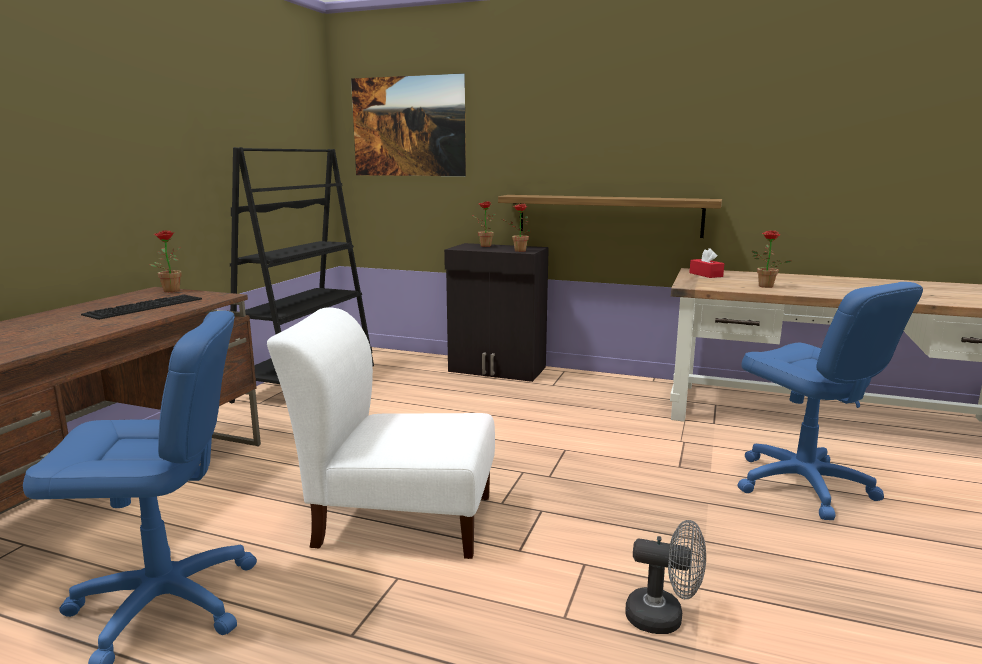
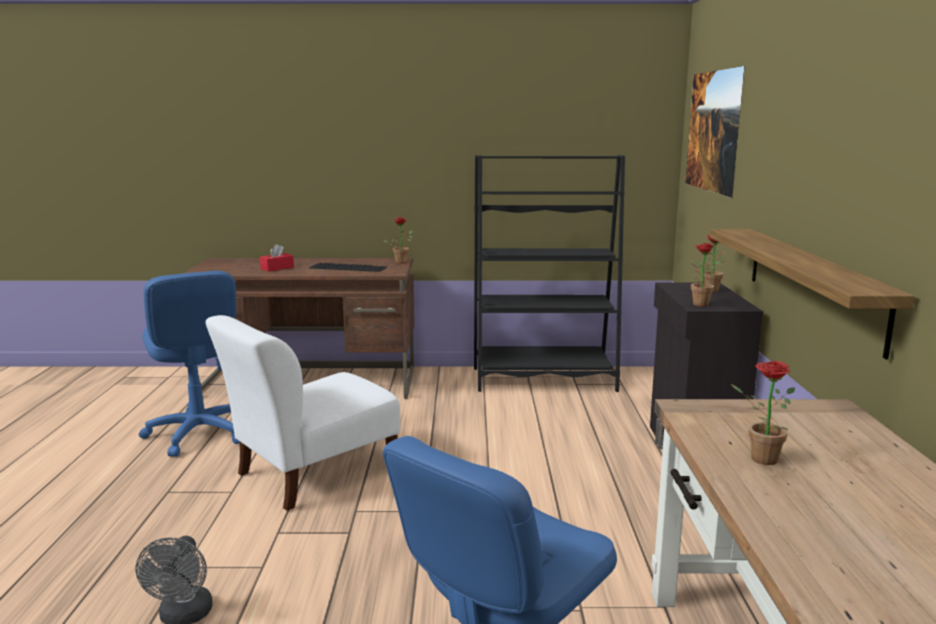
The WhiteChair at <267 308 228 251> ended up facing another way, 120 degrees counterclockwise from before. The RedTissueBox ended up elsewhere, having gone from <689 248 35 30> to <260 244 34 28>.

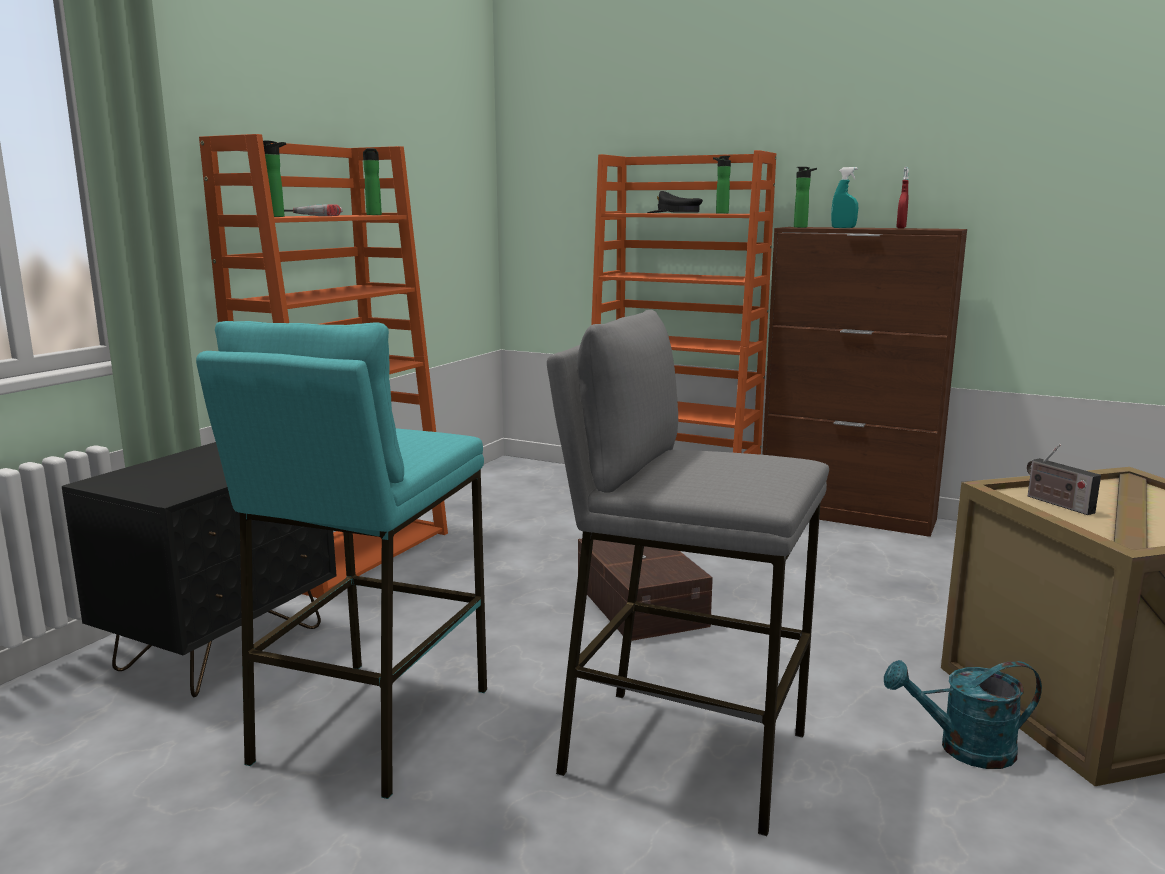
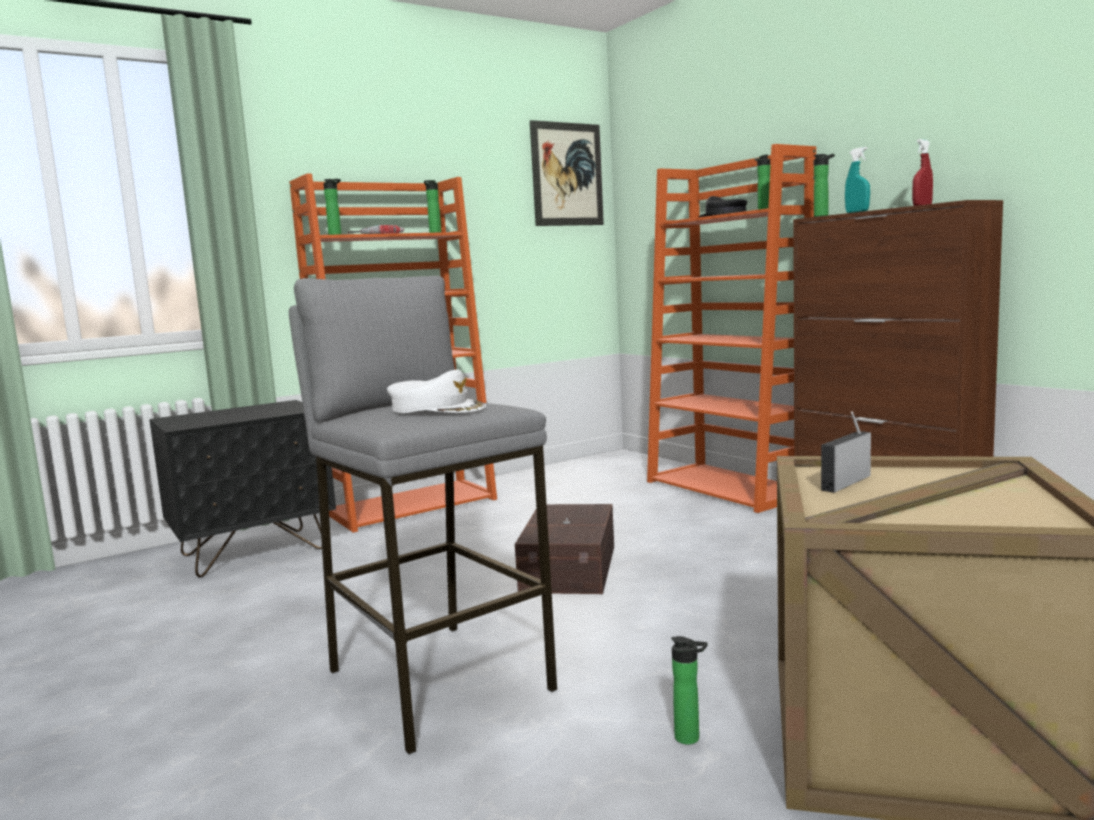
The second view lost the TurquoiseStool at <196 321 291 478>. Where the TurquoiseWateringCan stood at <884 660 158 109>, the Bottle came to stand at <671 636 37 109>. The Radio at <1027 444 74 71> ended up facing another way, 45 degrees clockwise from before. The second view gained the WhiteCap at <387 370 99 43>. The second view gained the Picture at <530 120 74 106>.

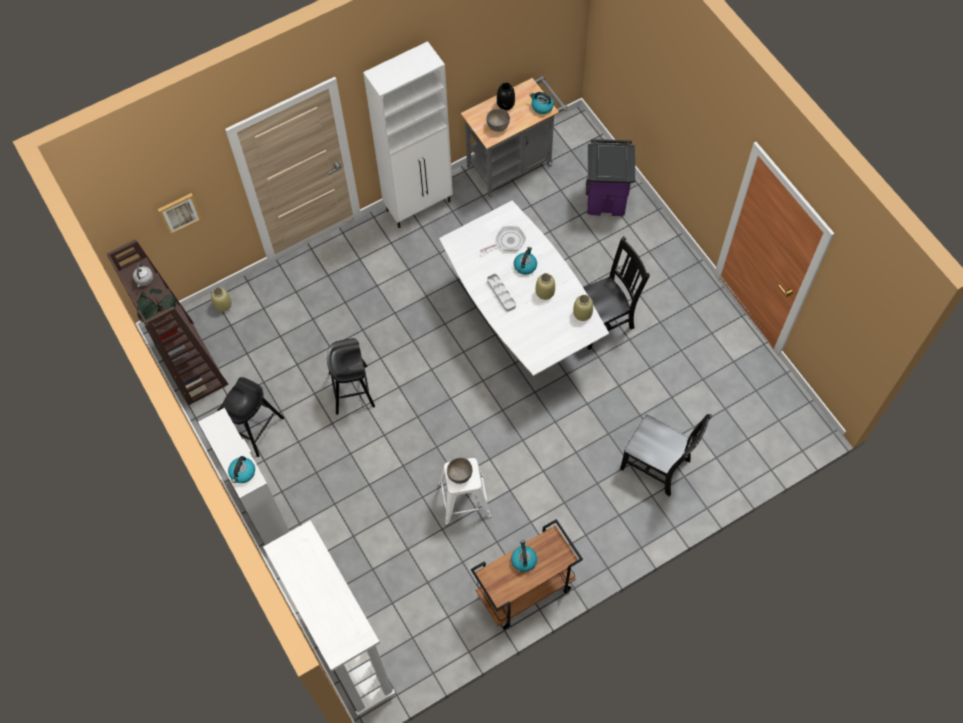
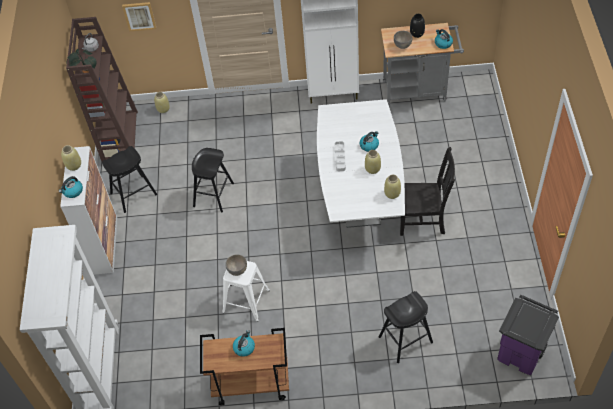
The second view lost the FryingPan at <480 226 46 27>. The PurpleTrashCan ended up elsewhere, having gone from <586 139 49 77> to <497 294 62 81>. Where the BlackChair stood at <620 414 92 82>, the BlackStool came to stand at <379 291 54 72>. The second view gained the BeigeVase at <61 145 20 26>.

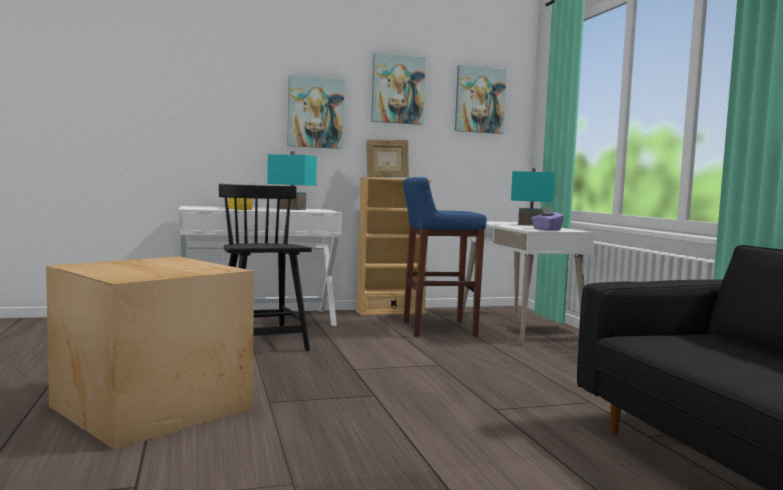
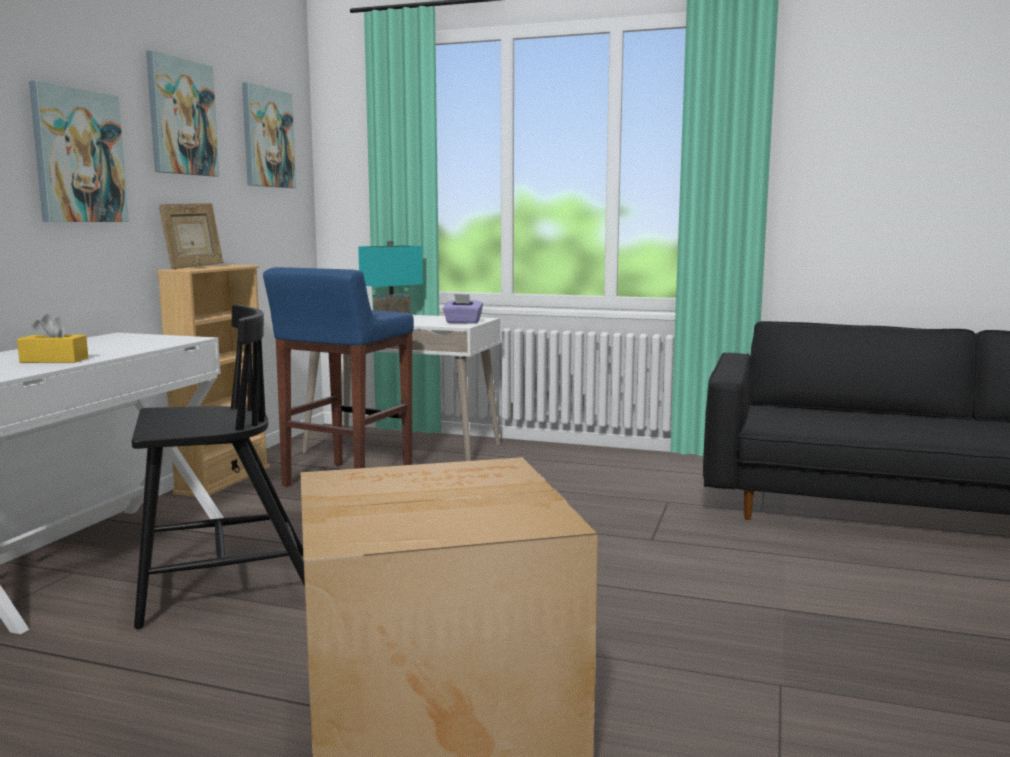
The BlackChair at <219 184 93 167> ended up facing another way, 150 degrees clockwise from before. The second view lost the TurquoiseTableLamp at <267 151 50 59>.

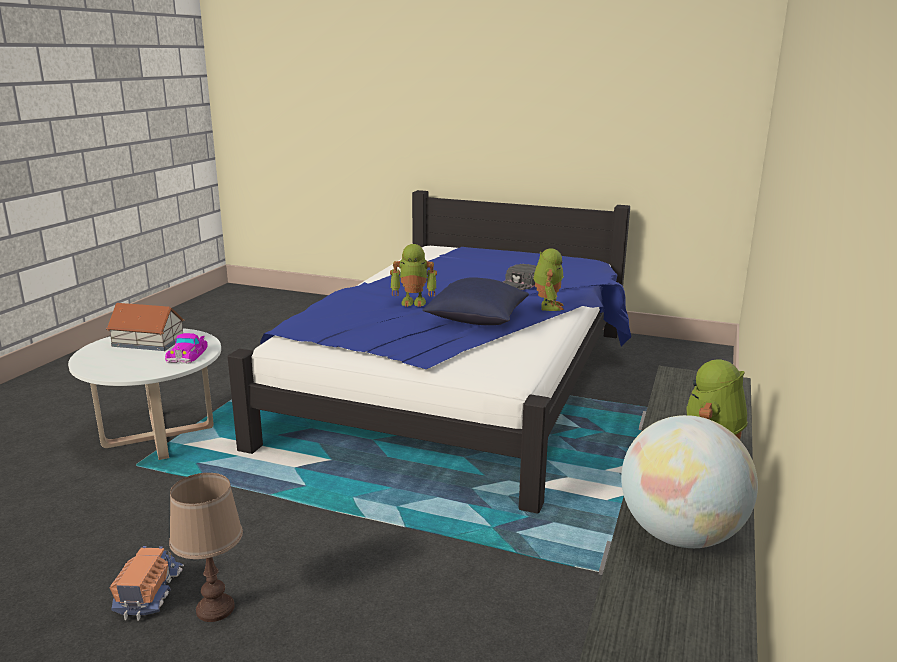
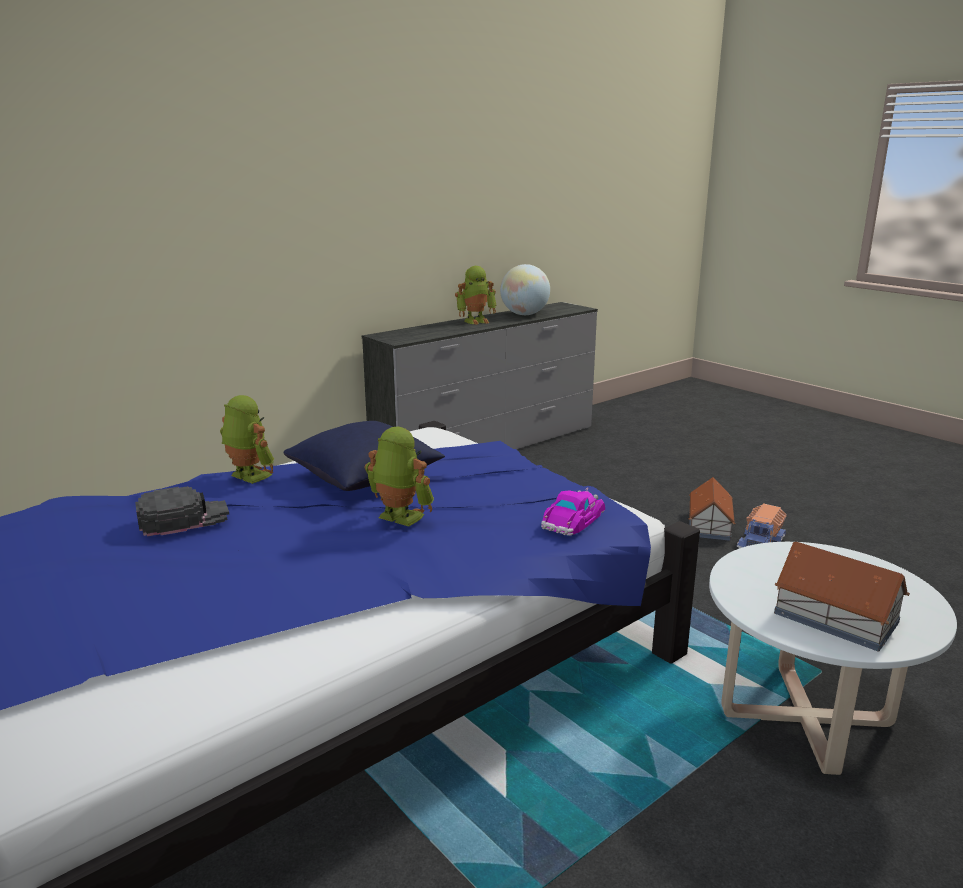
The ToyCar ended up elsewhere, having gone from <165 333 43 30> to <541 487 64 49>. Where the BrownTableLamp stood at <169 473 74 149>, the ToyHouse came to stand at <688 477 47 64>. The ToyRobot at <533 248 31 63> ended up facing another way, 90 degrees clockwise from before.

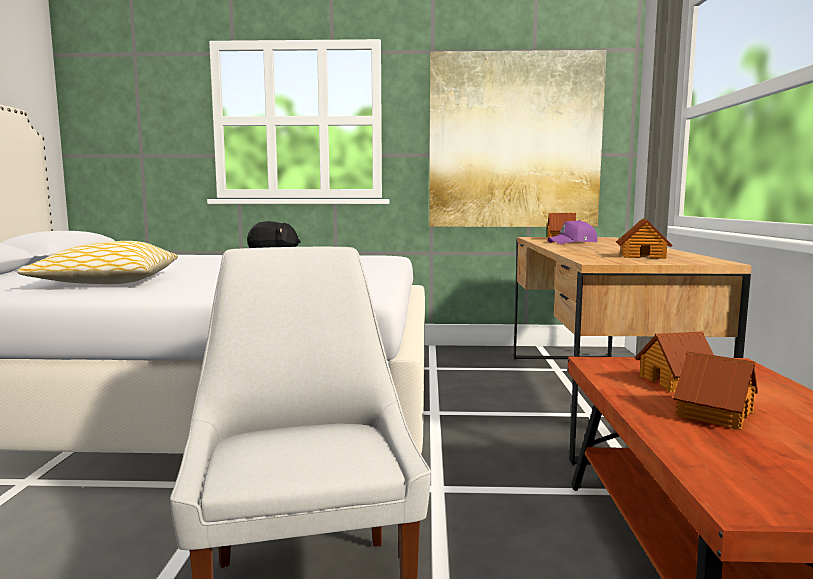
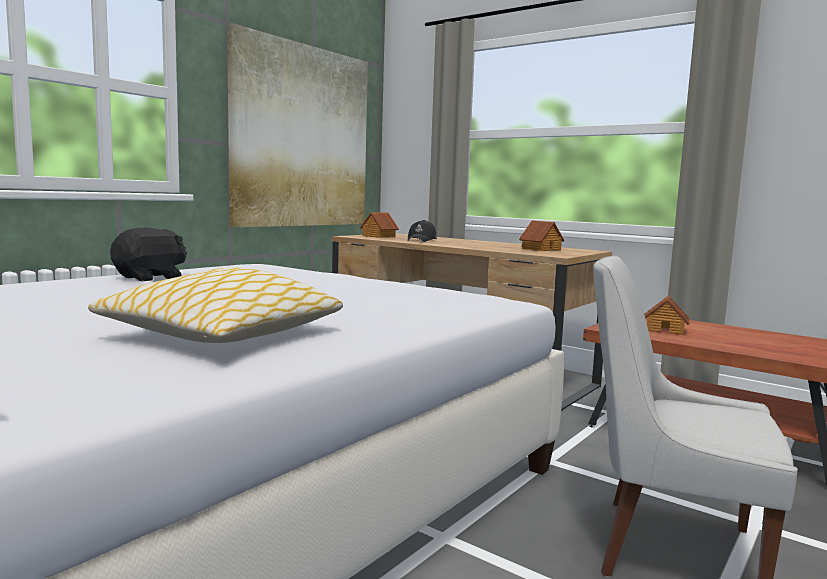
What was the PurpleCap at <548 220 49 24> turned into the BlackCap at <408 220 29 22>. The second view lost the ToyHouse at <673 351 85 79>.

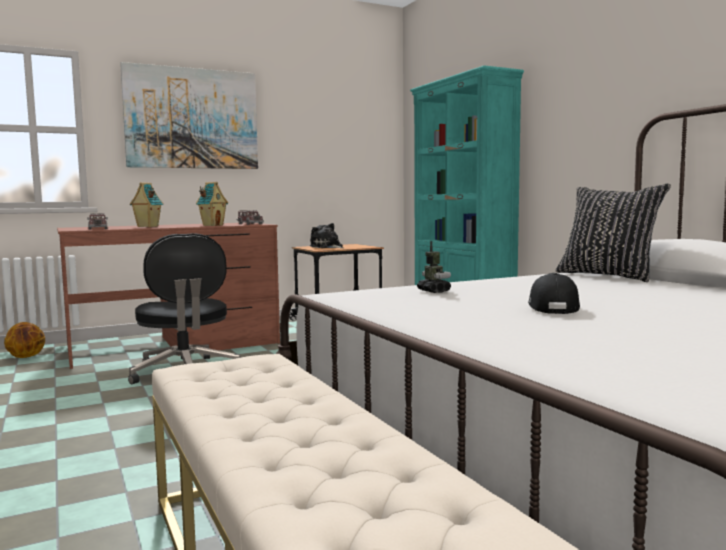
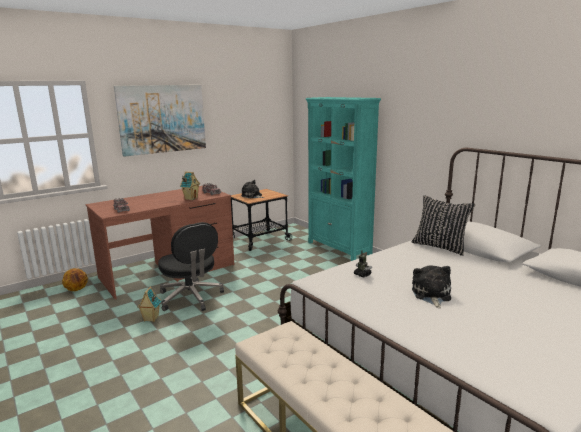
The ToyHouse ended up elsewhere, having gone from <130 182 33 45> to <137 286 24 36>. Where the BlackCap stood at <528 273 52 41>, the PlushToy came to stand at <412 265 39 43>.

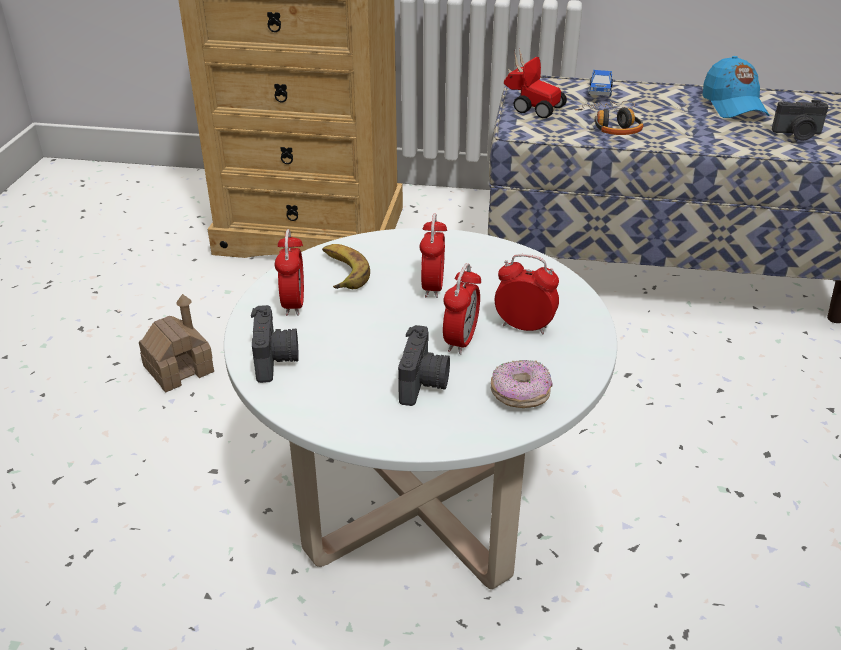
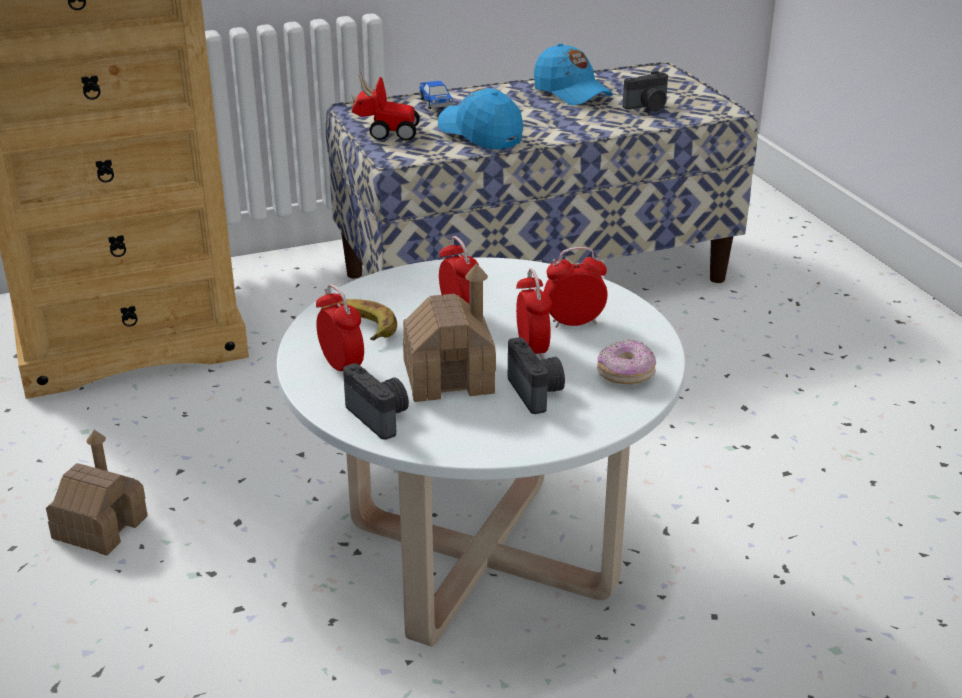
Where the Headphones stood at <575 101 68 34>, the BlueCap came to stand at <438 88 85 62>. The second view gained the ToyHouse at <403 263 93 139>.

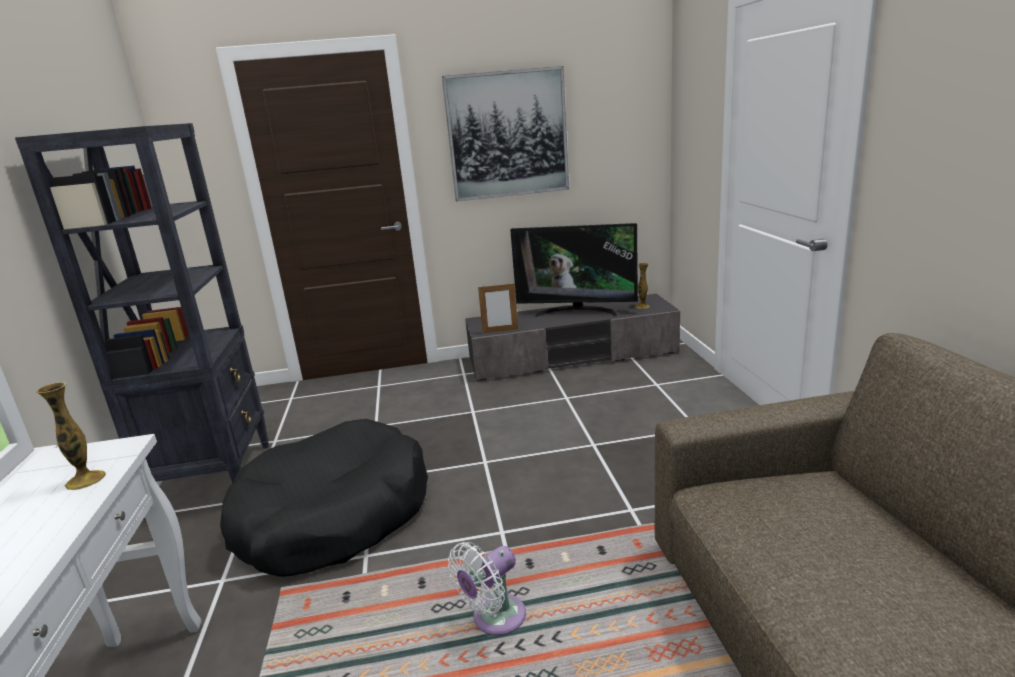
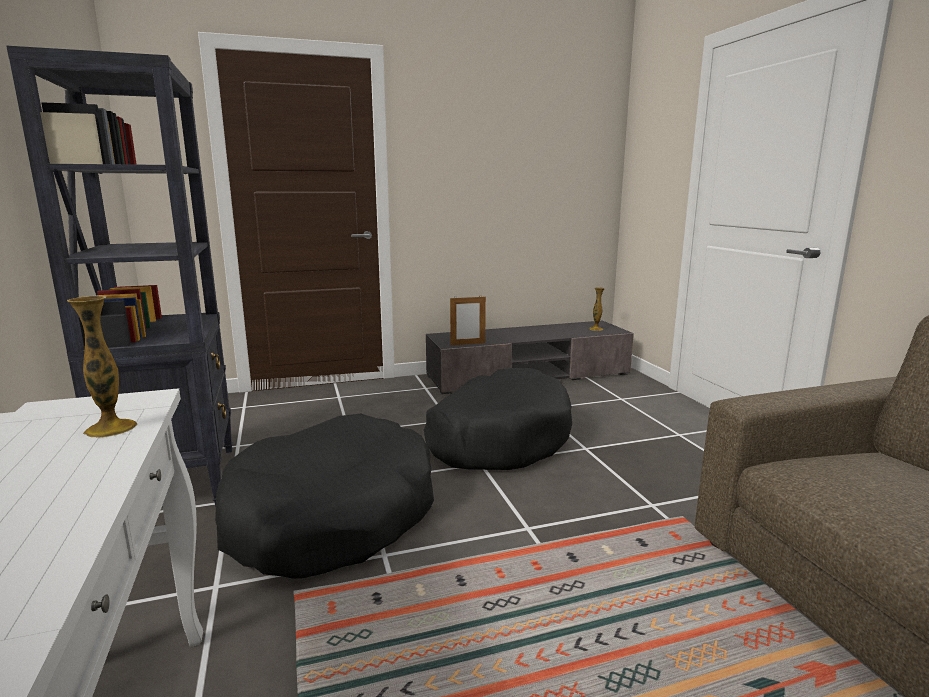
The second view lost the Picture at <442 66 127 136>. The second view lost the WhiteFan at <448 542 78 93>. The second view lost the Television at <510 223 128 94>. The second view gained the BlackDogBed at <424 368 148 102>.

